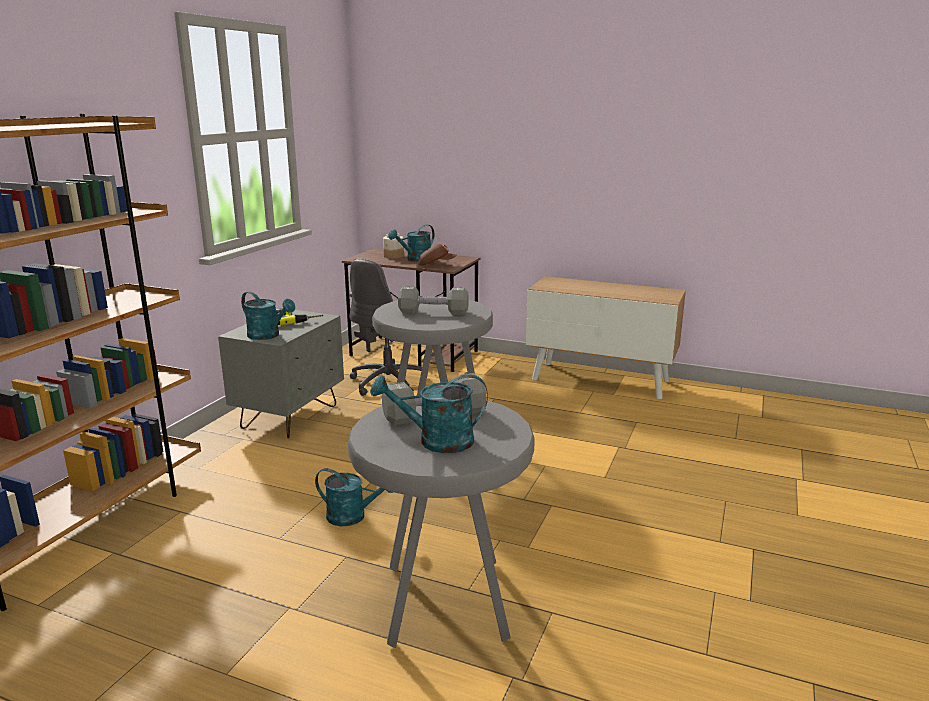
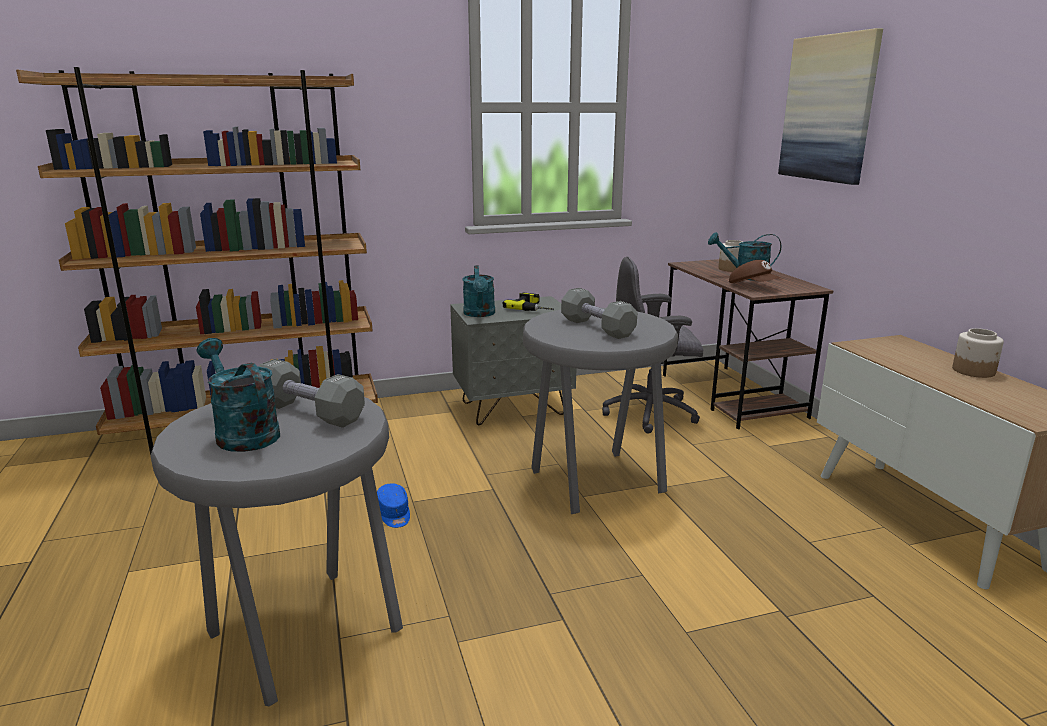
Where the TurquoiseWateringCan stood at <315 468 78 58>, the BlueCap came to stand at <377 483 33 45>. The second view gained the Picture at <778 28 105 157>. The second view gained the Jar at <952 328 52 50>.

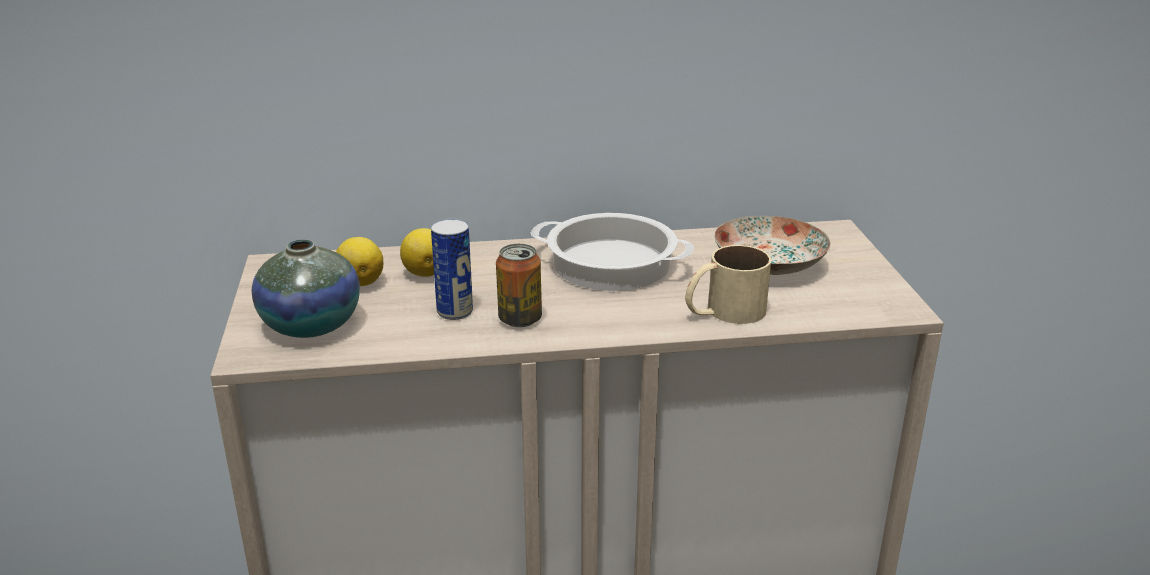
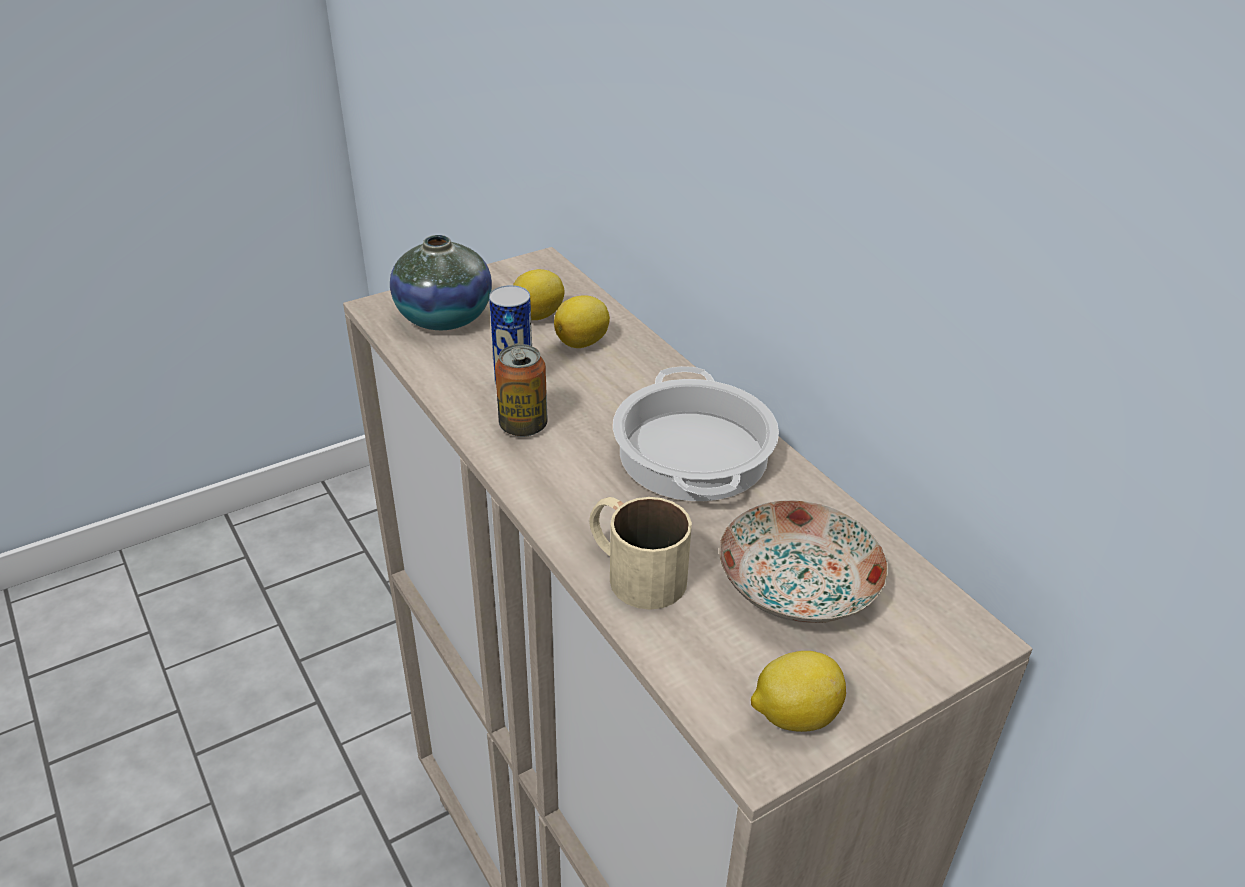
The second view gained the Lemon at <751 651 95 81>.

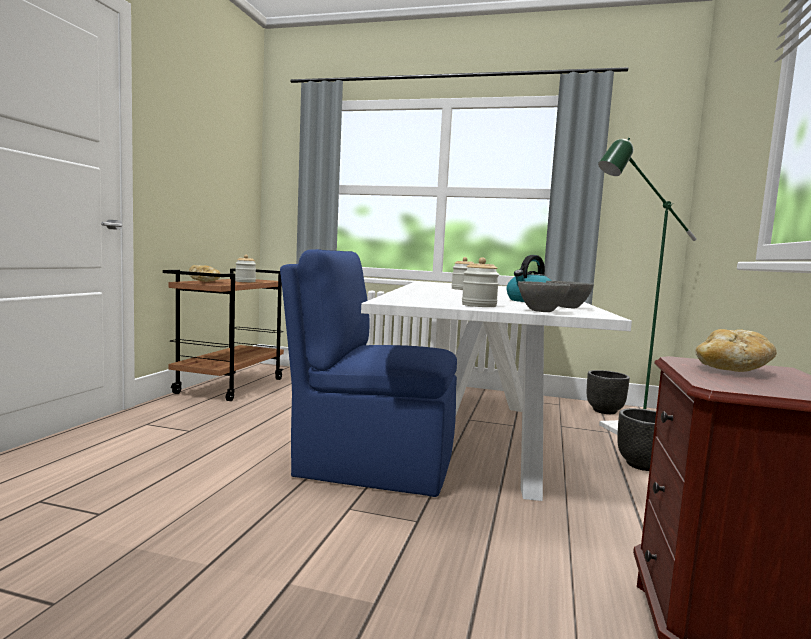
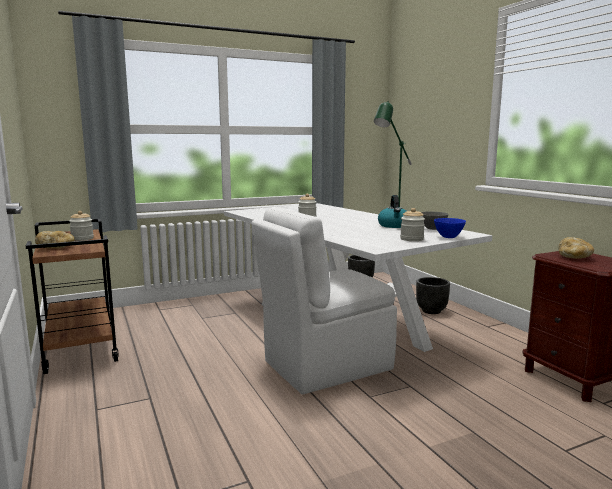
What was the BlueChair at <280 249 177 248> turned into the WhiteChair at <251 207 146 187>. What was the GreyBowl at <518 281 52 31> turned into the BlueBowl at <434 218 32 20>.

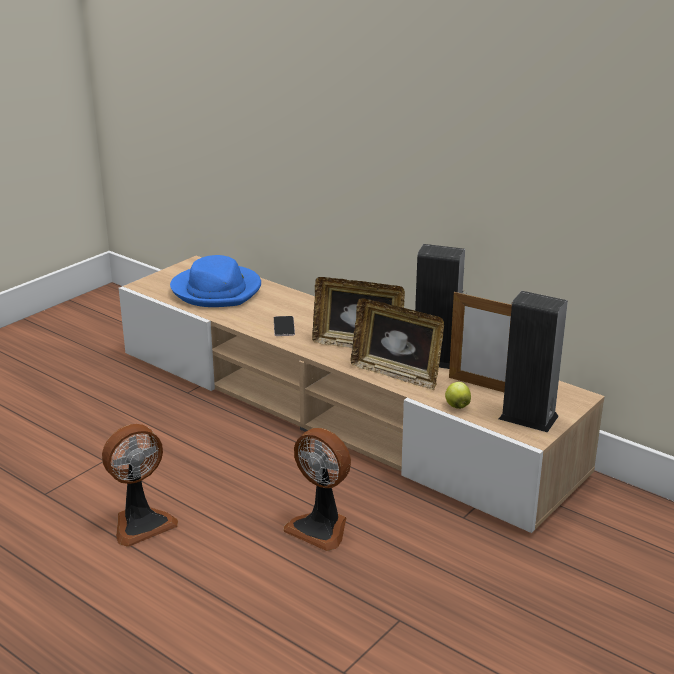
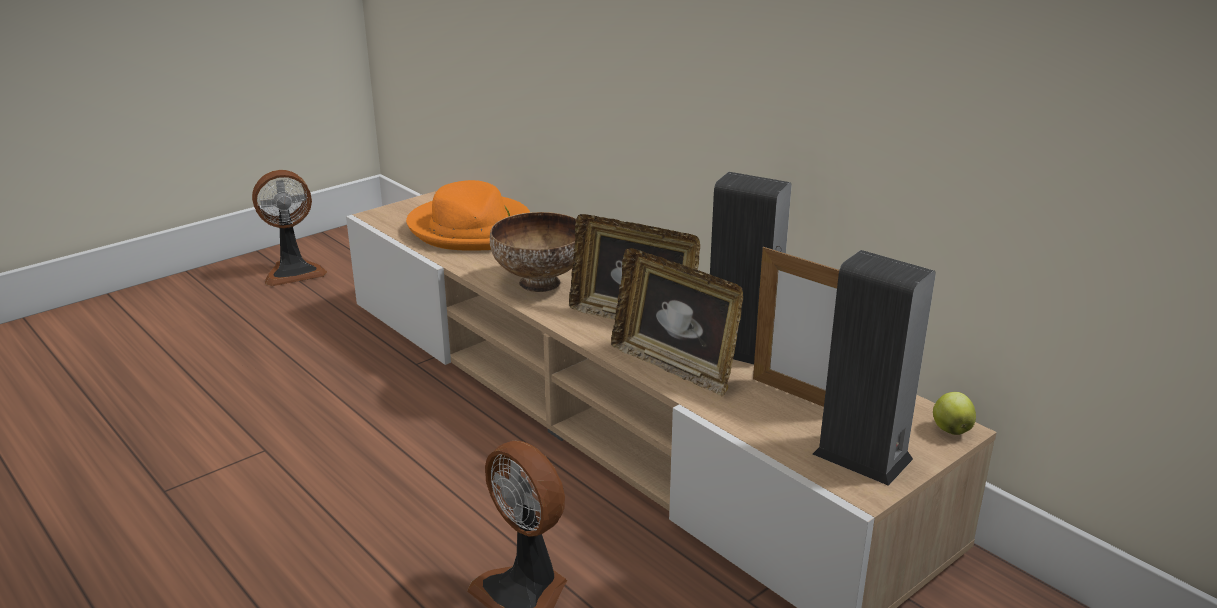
The Fan ended up elsewhere, having gone from <102 424 76 123> to <252 170 75 116>. What was the BlueHat at <170 255 91 52> turned into the OrangeHat at <406 180 124 71>. Where the Phone stood at <274 316 21 20>, the Bowl came to stand at <490 212 86 80>. The Apple ended up elsewhere, having gone from <445 382 26 27> to <933 392 43 43>.

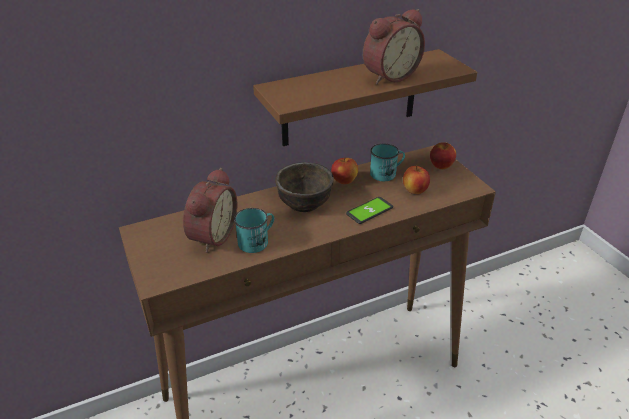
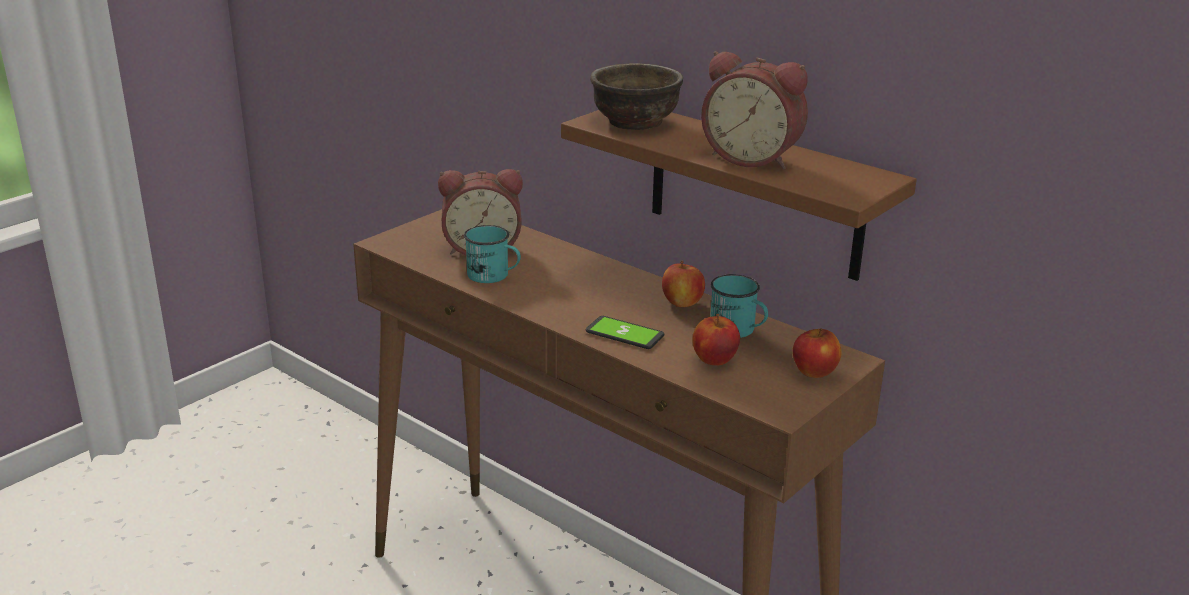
The BrownBowl ended up elsewhere, having gone from <275 162 59 50> to <590 63 93 67>.

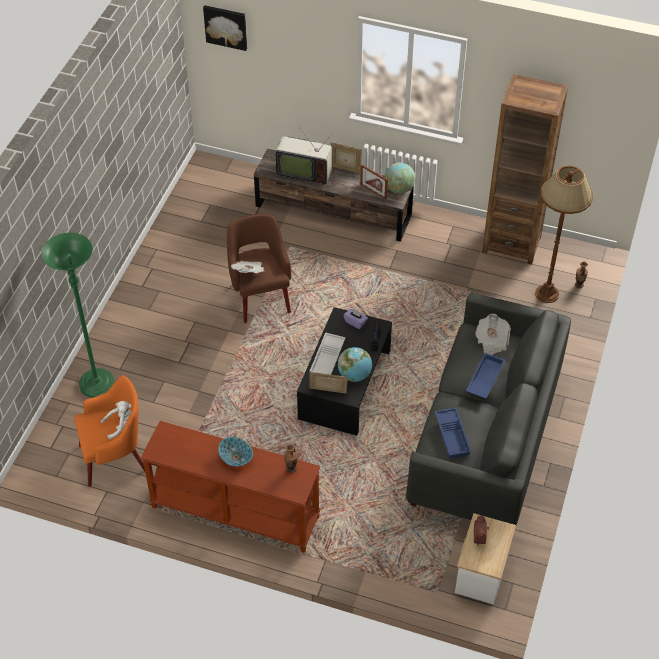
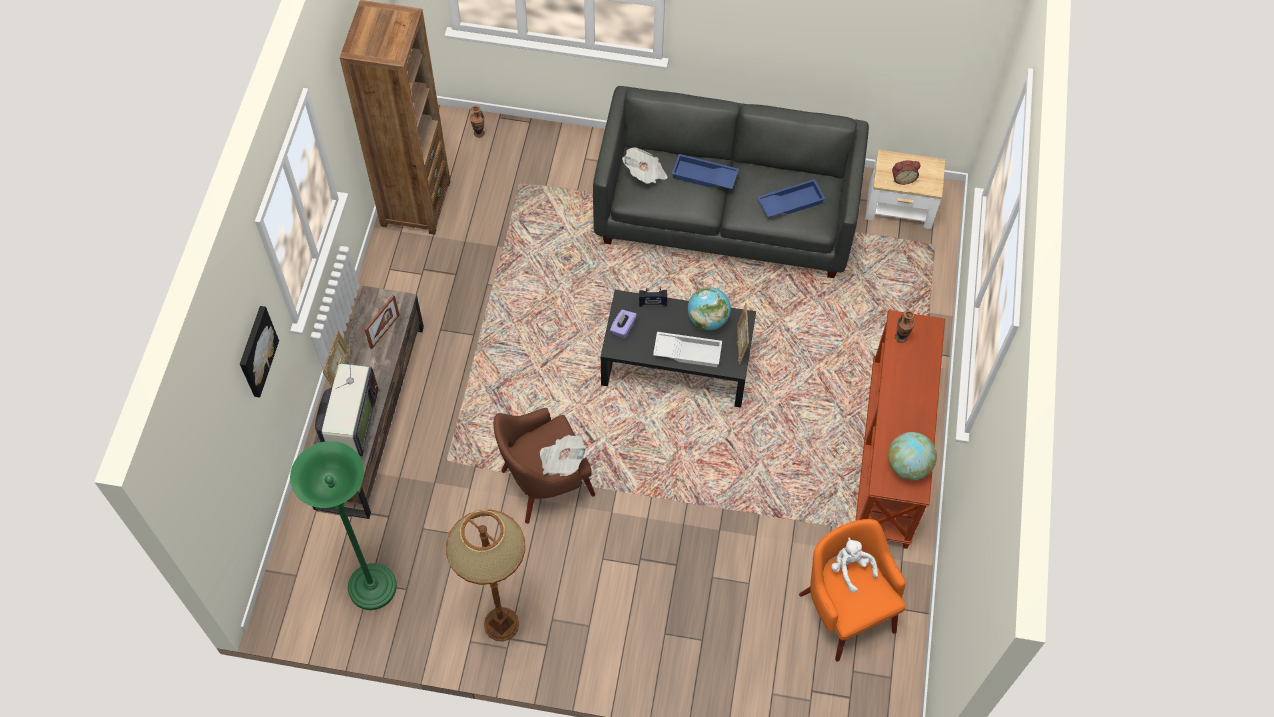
The GreenFloorLamp ended up elsewhere, having gone from <41 233 74 165> to <290 441 107 169>. The Picture ended up elsewhere, having gone from <203 5 44 46> to <240 306 39 92>. The second view lost the Bowl at <218 437 35 29>. The Globe ended up elsewhere, having gone from <384 162 31 32> to <888 432 49 48>. The BrownFloorLamp ended up elsewhere, having gone from <535 165 58 138> to <446 509 79 132>.

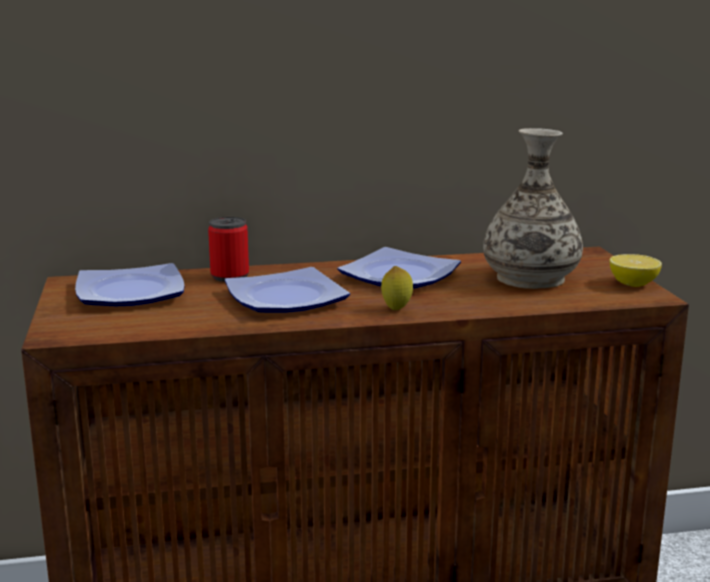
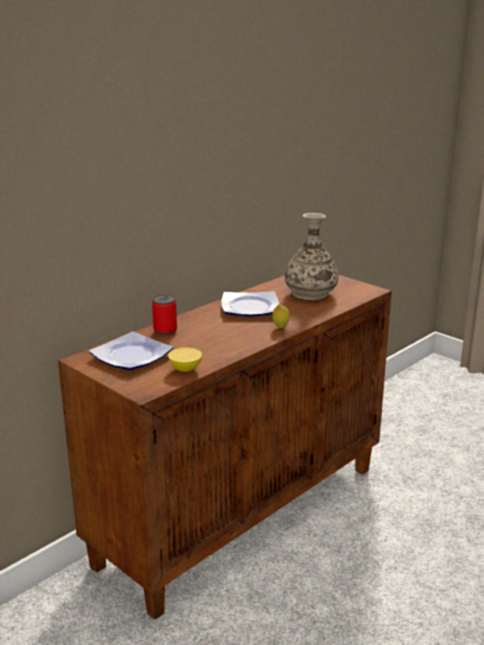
The second view lost the Plate at <225 267 125 46>. The Lemon ended up elsewhere, having gone from <610 254 52 33> to <168 347 34 25>.

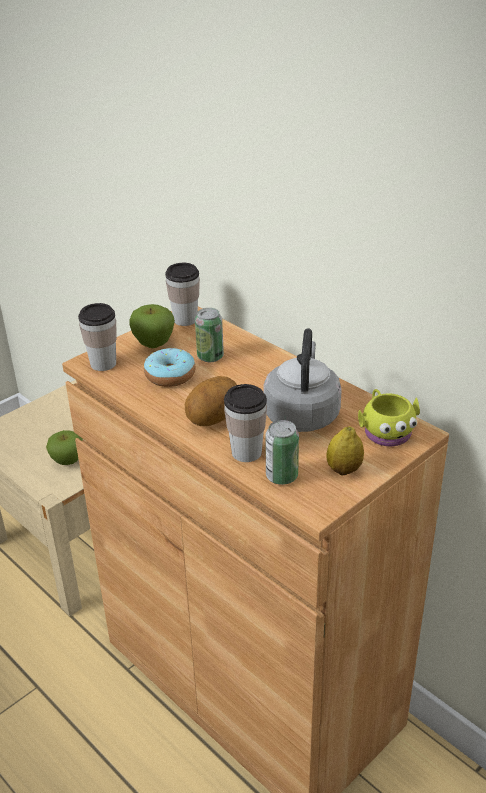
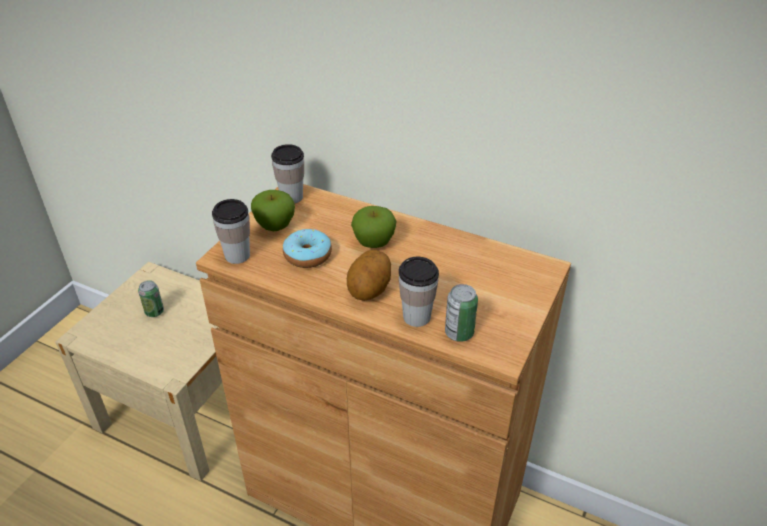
The Apple ended up elsewhere, having gone from <46 430 37 35> to <351 206 46 42>. The Can ended up elsewhere, having gone from <195 308 29 54> to <138 280 26 37>. The second view lost the GreyKettle at <263 328 79 104>. The second view lost the Lemon at <326 426 38 49>. The second view lost the YellowMug at <358 389 62 57>.

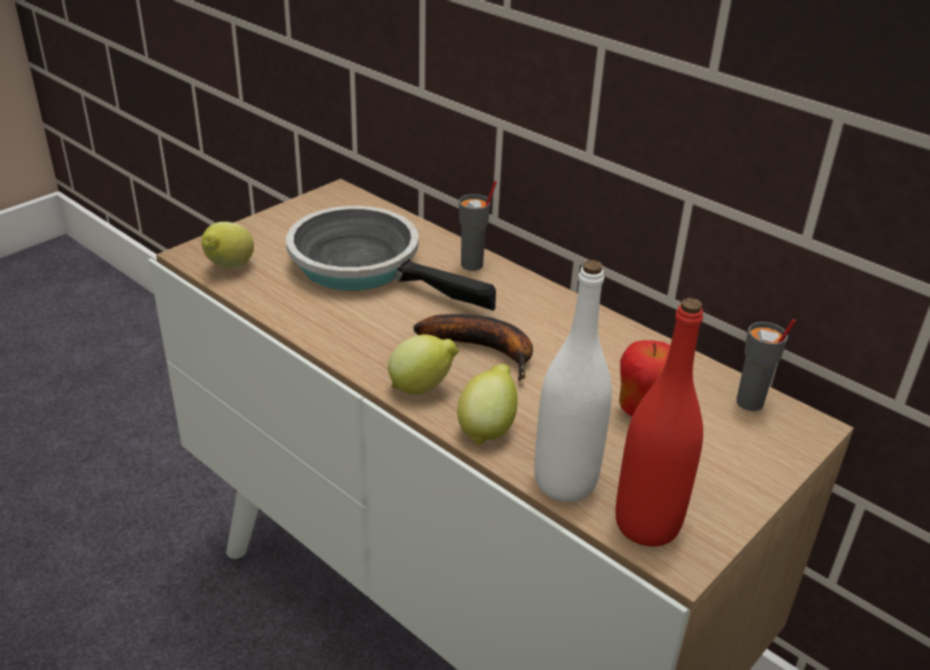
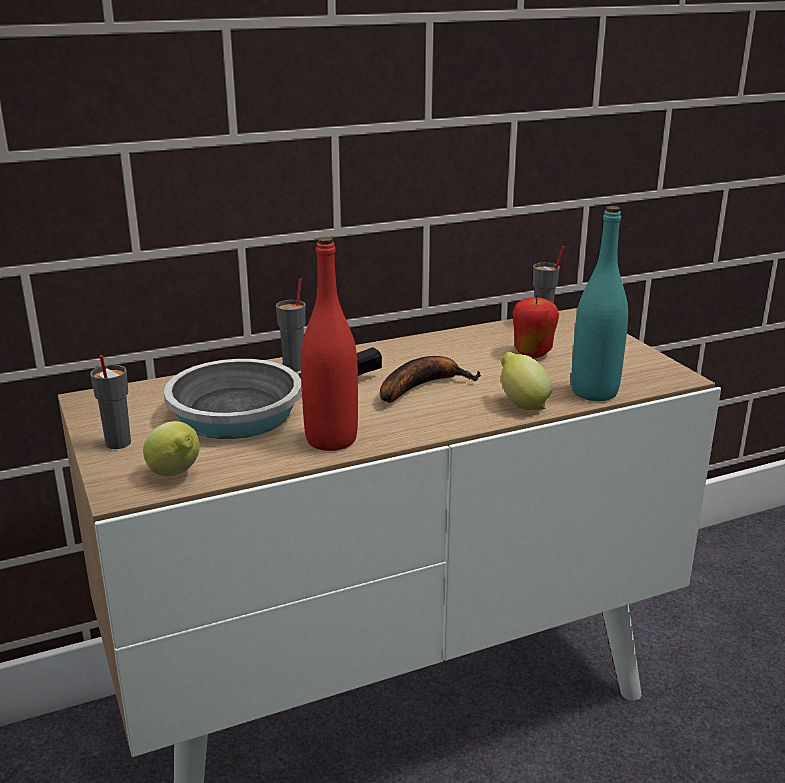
The second view lost the Lemon at <388 335 71 60>. What was the WhiteBottle at <534 260 78 242> turned into the TurquoiseBottle at <571 206 57 195>. The RedBottle ended up elsewhere, having gone from <616 298 87 249> to <301 237 57 214>. The second view gained the GreyCup at <90 355 41 94>.

